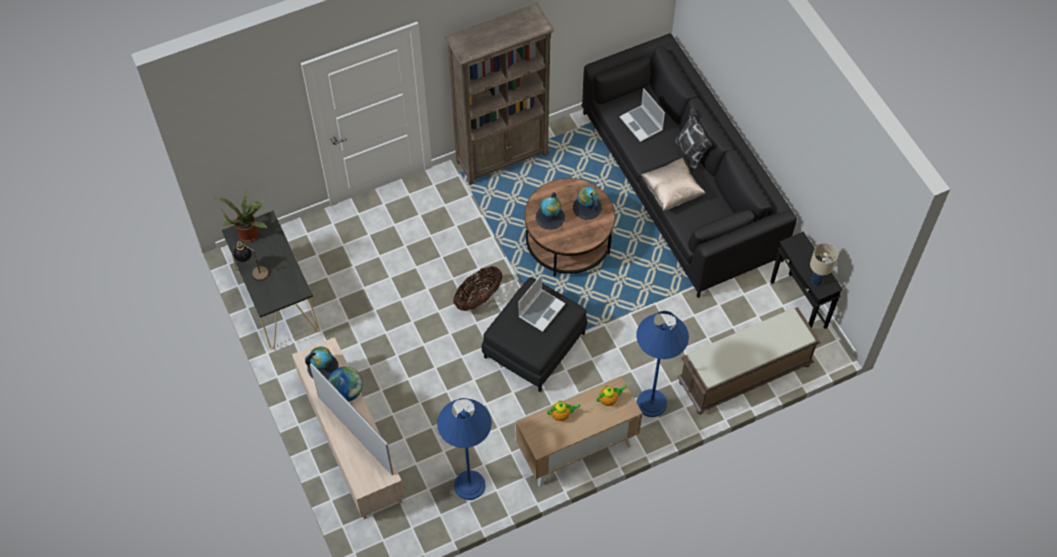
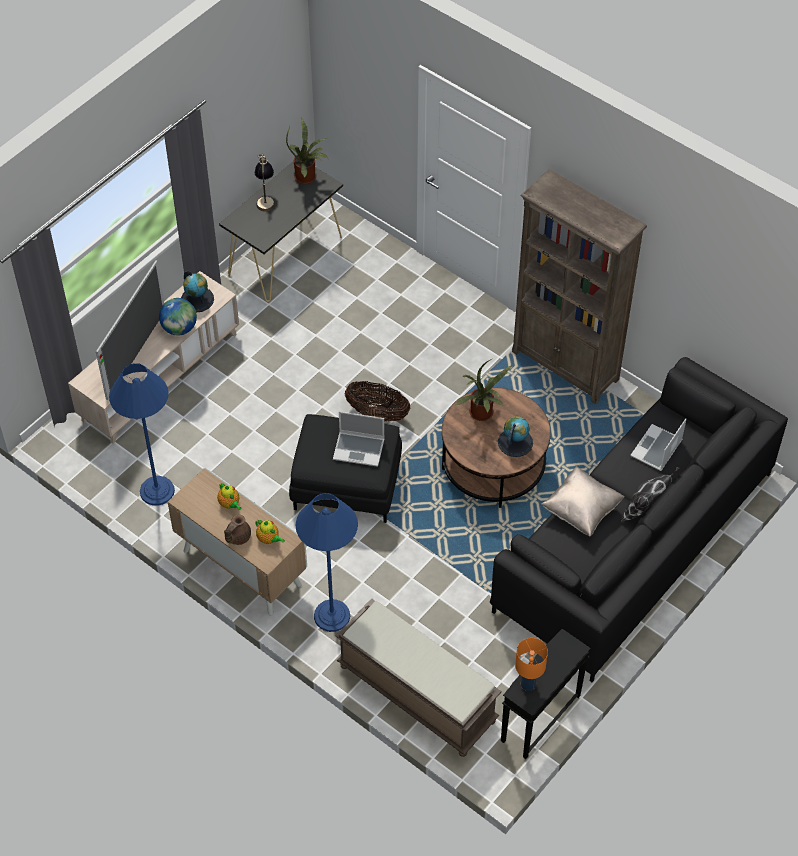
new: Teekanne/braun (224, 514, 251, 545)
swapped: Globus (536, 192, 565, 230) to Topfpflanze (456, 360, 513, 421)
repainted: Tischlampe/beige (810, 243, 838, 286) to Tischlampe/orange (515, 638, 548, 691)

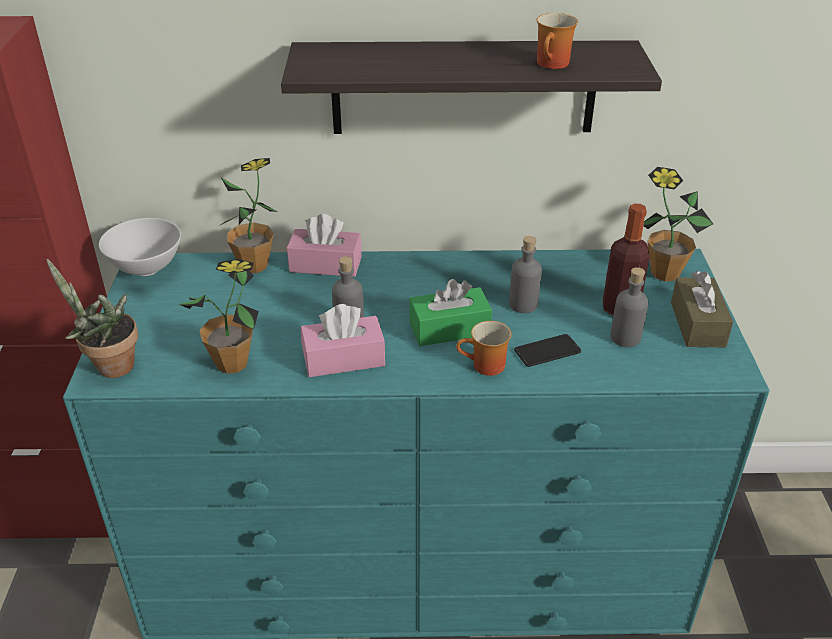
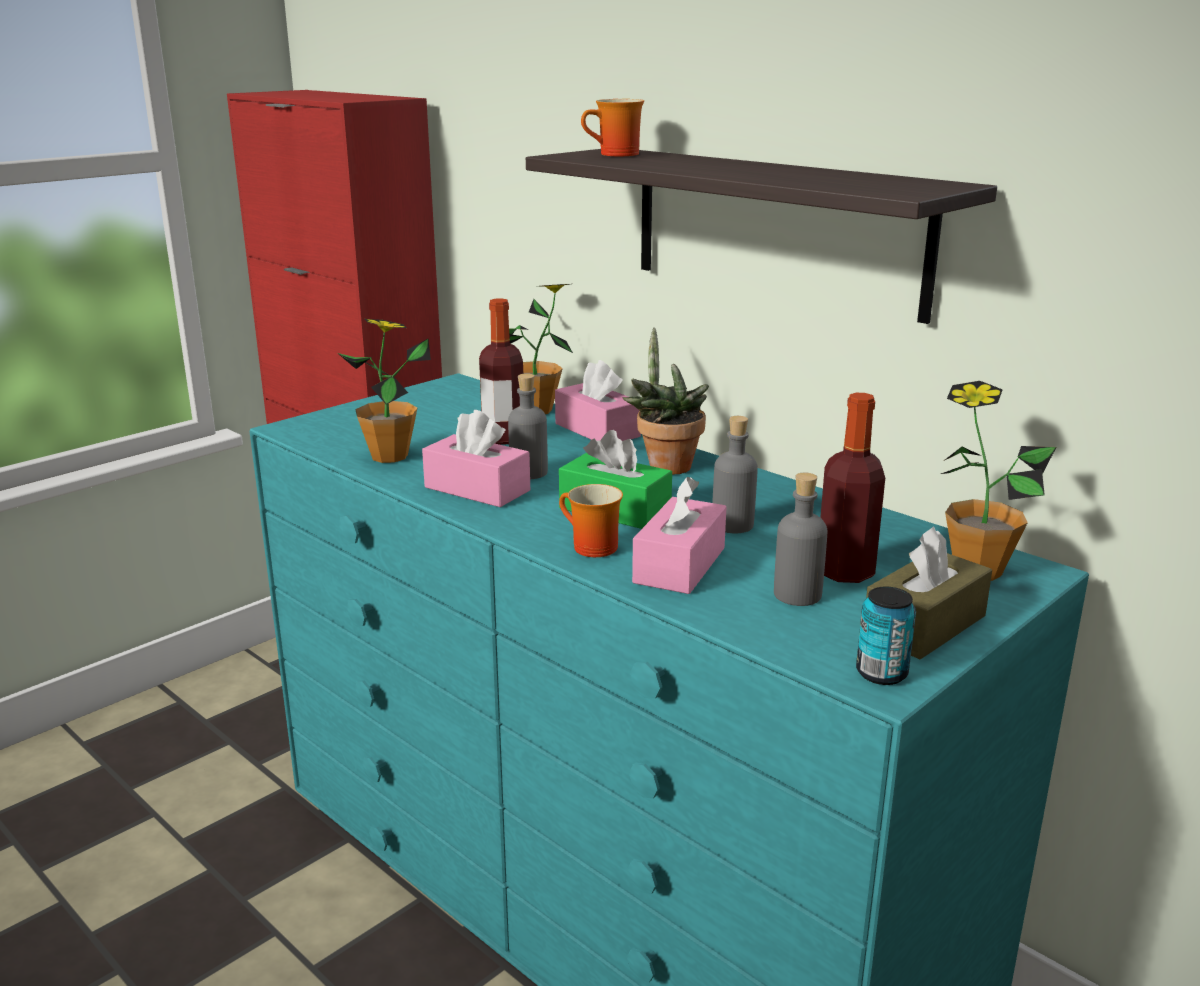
gone: Schüssel/weiß (99, 218, 181, 276)
new: Flasche (479, 298, 523, 445); Dose (856, 587, 916, 685)
shifted: Henkelbecher (537, 13, 578, 69) to (581, 99, 644, 156); Topfpflanze (46, 259, 138, 378) to (623, 327, 709, 475)
swapped: Handy (514, 334, 581, 367) to Taschentuchbox/rosa (632, 477, 726, 594)

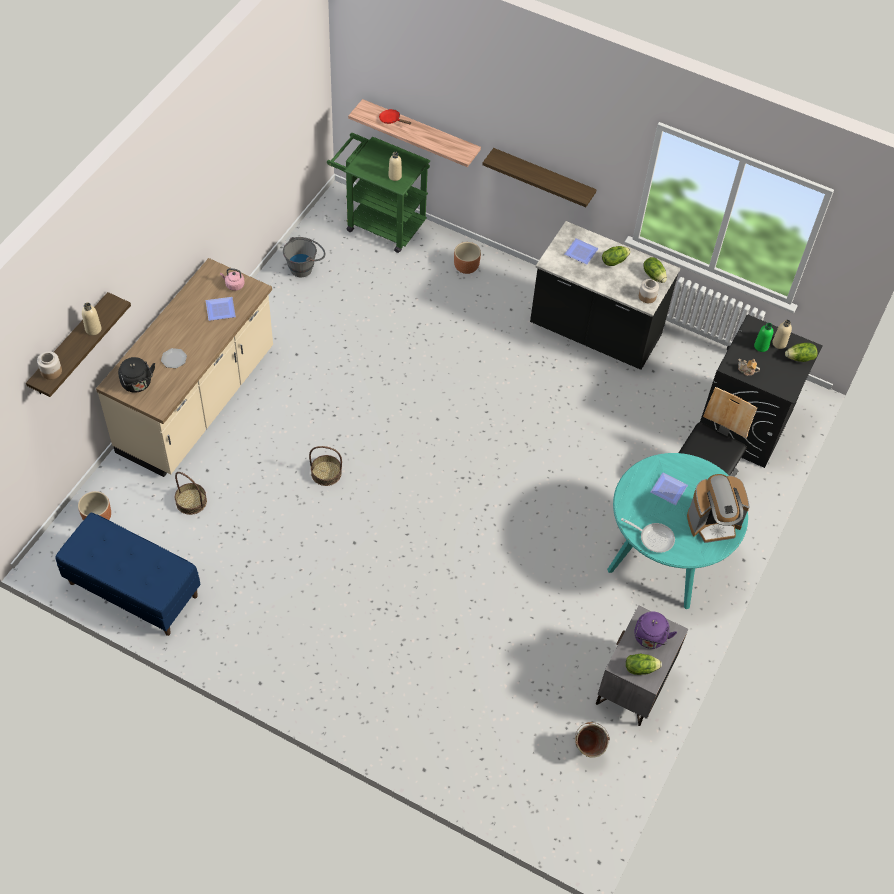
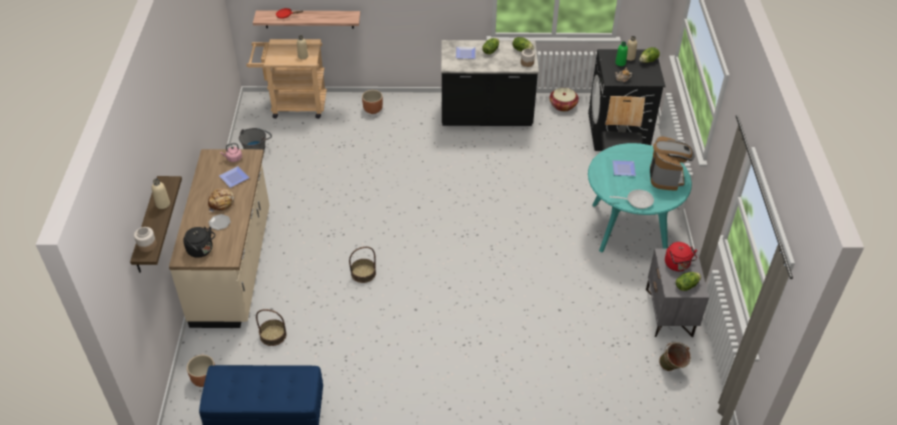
gone: Wandregal (482, 148, 597, 207)
new: Brot (208, 189, 235, 212); Korb (549, 88, 579, 111)
repainted: Rollwagen/grün (327, 133, 430, 253) to Rollwagen/beige (246, 39, 327, 119); Wasserkessel/lila (634, 611, 677, 649) to Wasserkessel/rot (665, 242, 697, 271)
rotated: Kaffeemaschine (687, 474, 750, 543) = (650, 136, 694, 191) 45 degrees counterclockwise

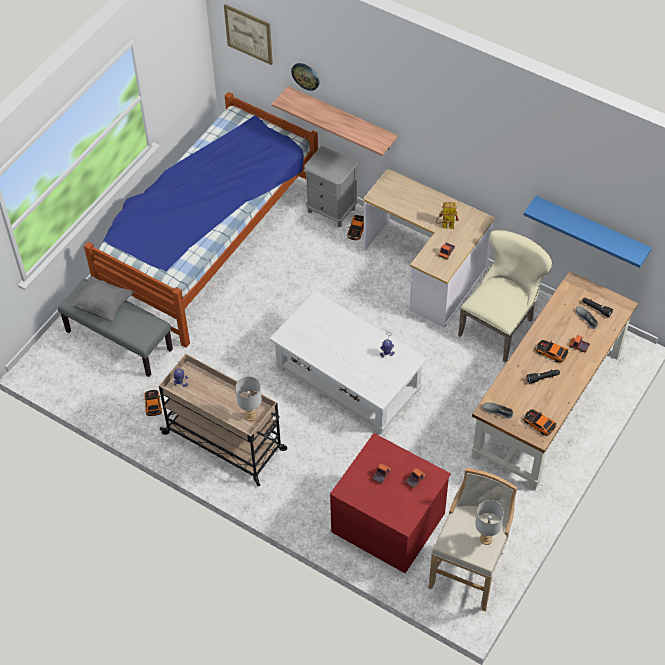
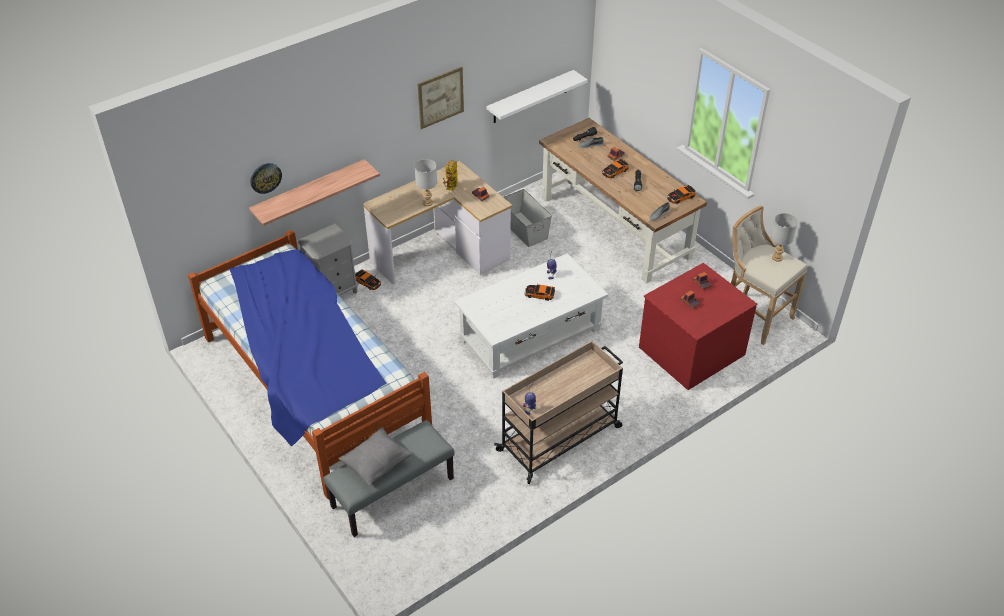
shifted: Tischlampe/grau (235, 376, 262, 421) to (415, 159, 437, 206); Bild (224, 4, 273, 65) to (418, 66, 464, 129); Spielzeugauto (144, 390, 162, 416) to (525, 284, 555, 301)
swapped: Stuhl/beige (458, 230, 553, 363) to Aufbewahrungsbox/grau (503, 189, 552, 247)
repainted: Wandregal/blau (524, 196, 652, 268) to Wandregal/weiß (487, 70, 588, 123)

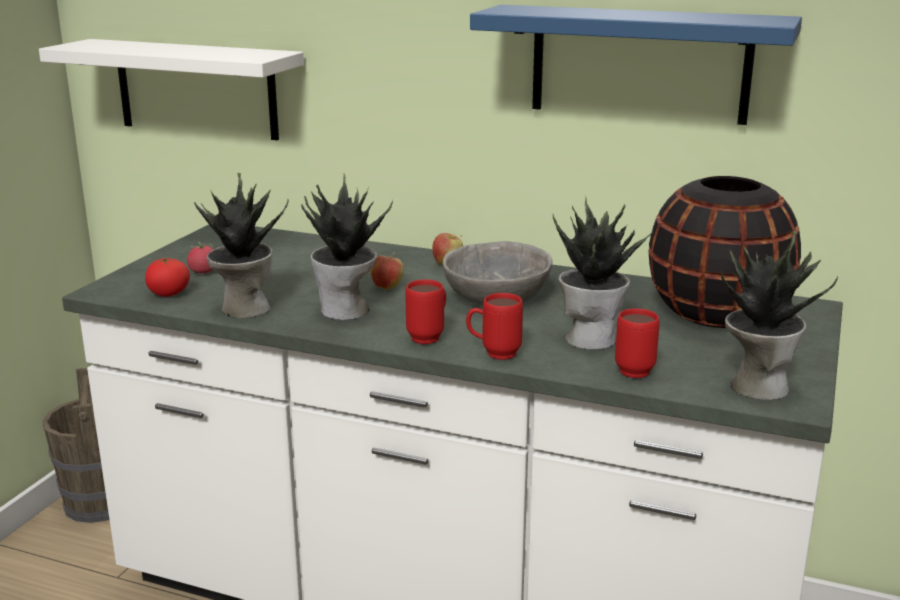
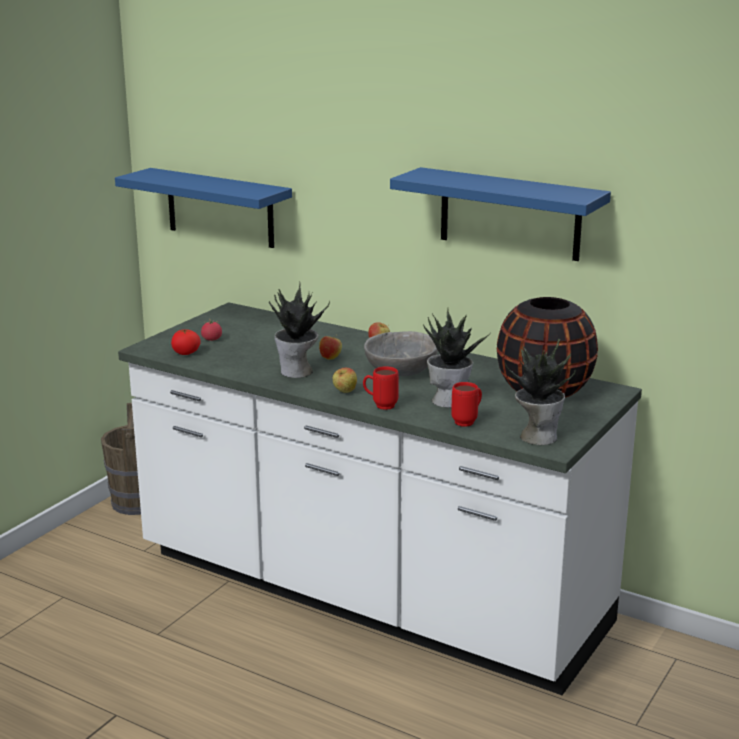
gone: Topfpflanze (194, 172, 289, 318)
swapped: Henkelbecher/rot (406, 280, 446, 344) to Apfel (333, 368, 357, 393)
repainted: Wandregal/weiß (39, 39, 304, 140) to Wandregal/blau (115, 168, 292, 248)

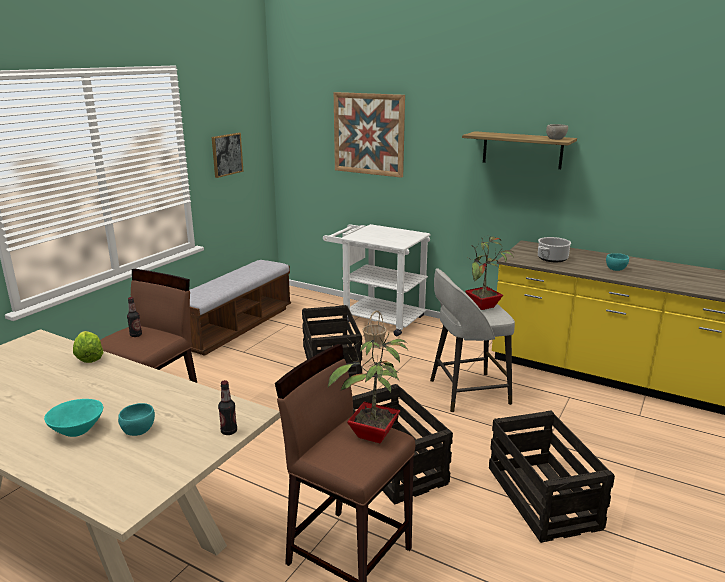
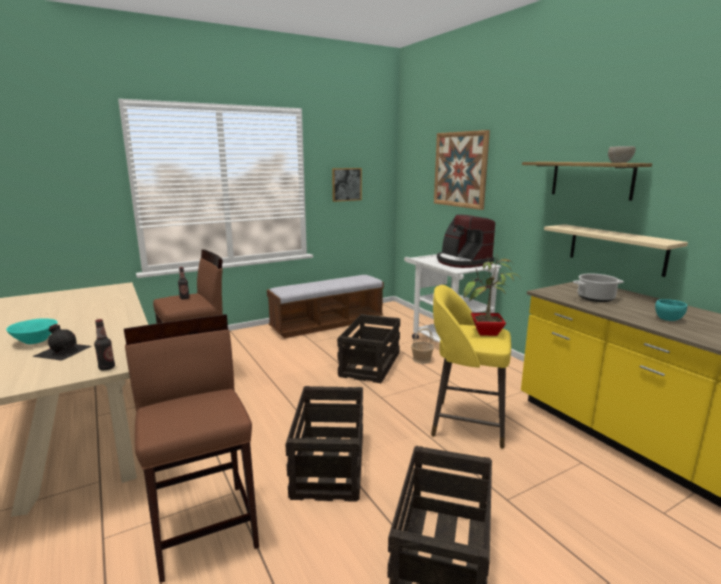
gone: Salatkopf (73, 331, 104, 363); Topfpflanze (328, 333, 408, 443)
new: Kaffeemaschine (437, 214, 495, 268); Wandregal/beige (544, 224, 688, 277)
swapped: Schüssel/türkis (118, 403, 155, 436) to Flasche/schwarz (32, 324, 92, 361)
repainted: Hocker/grau (430, 268, 515, 412) to Hocker/gelb (431, 285, 511, 449)

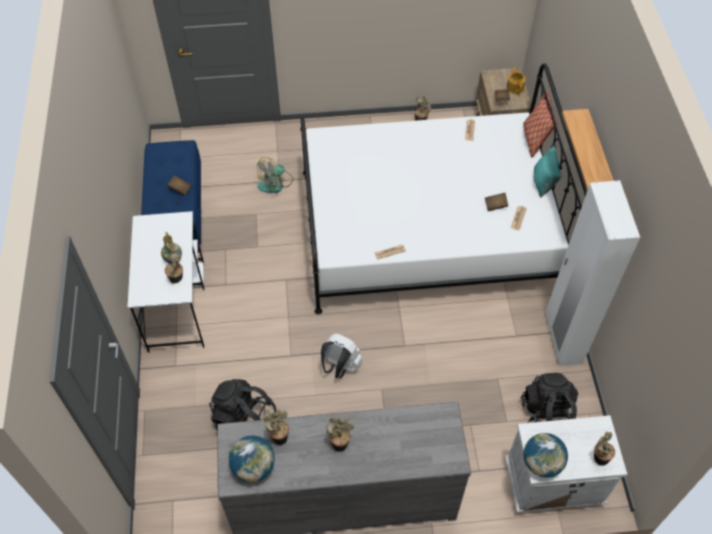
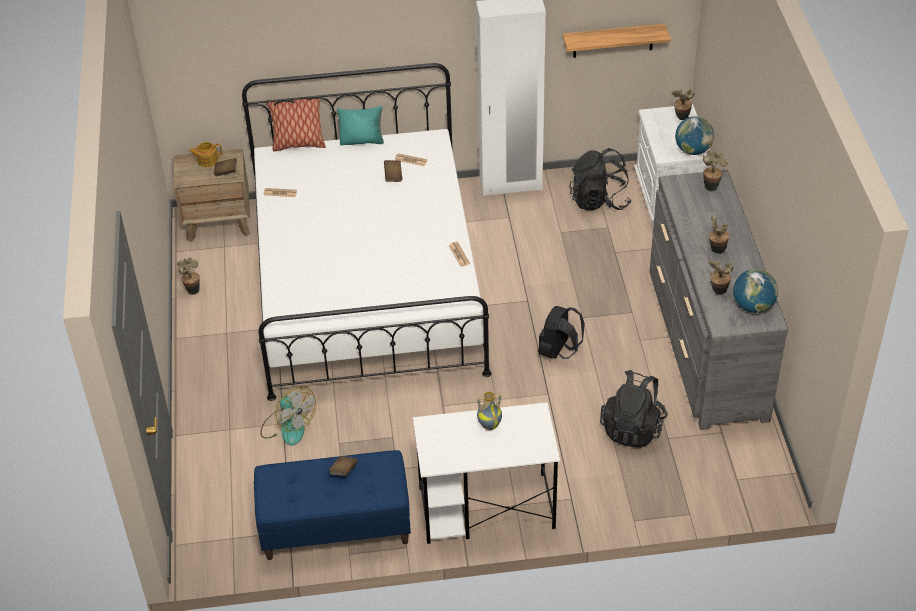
shifted: Wandregal (562, 109, 614, 190) to (563, 24, 671, 58); Topfpflanze (165, 250, 183, 283) to (703, 150, 728, 192)
repainted: Rucksack/weiß (321, 333, 362, 378) to Rucksack/schwarz (538, 306, 585, 359)

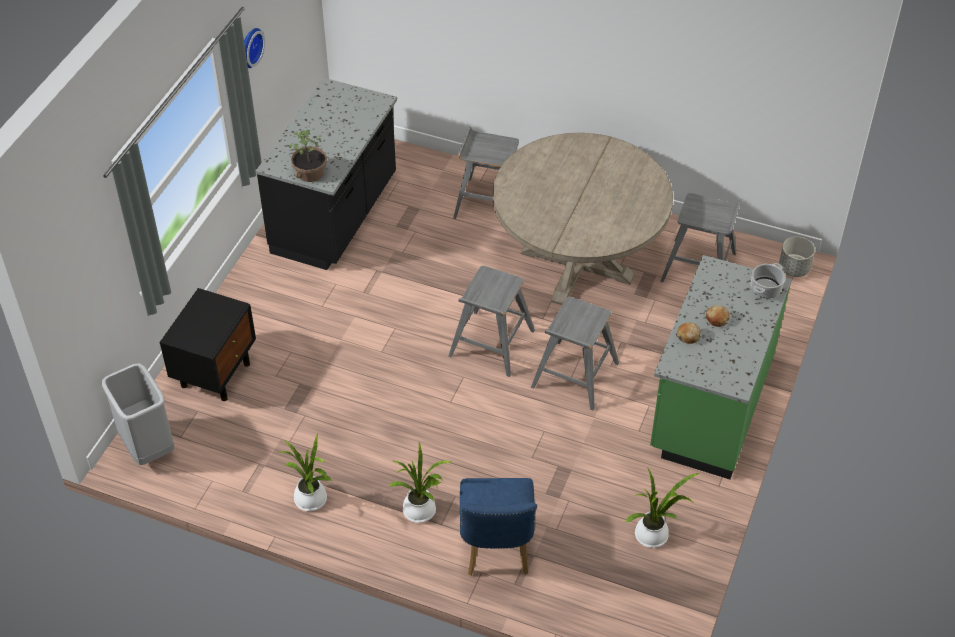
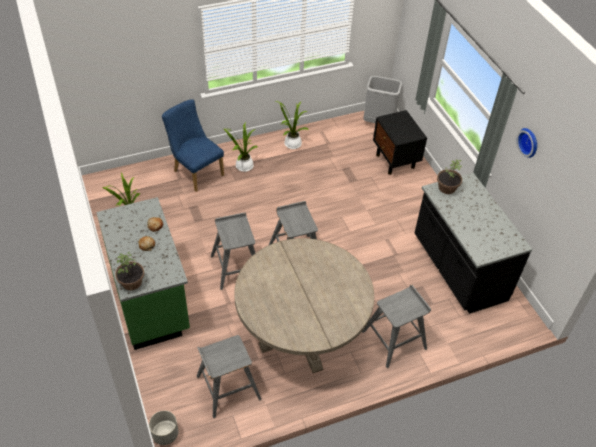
swapped: Kochtopf (751, 263, 785, 298) to Topfpflanze (115, 252, 144, 291)

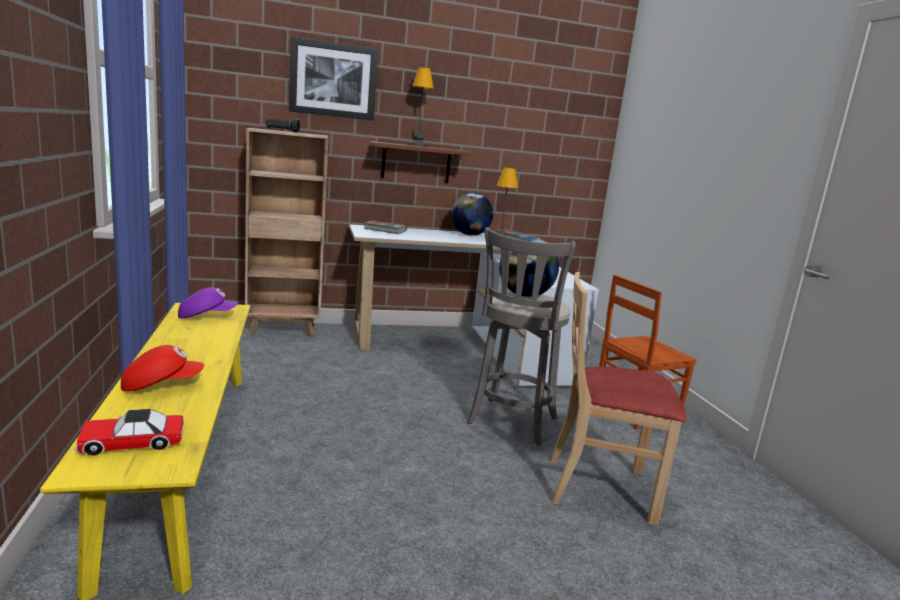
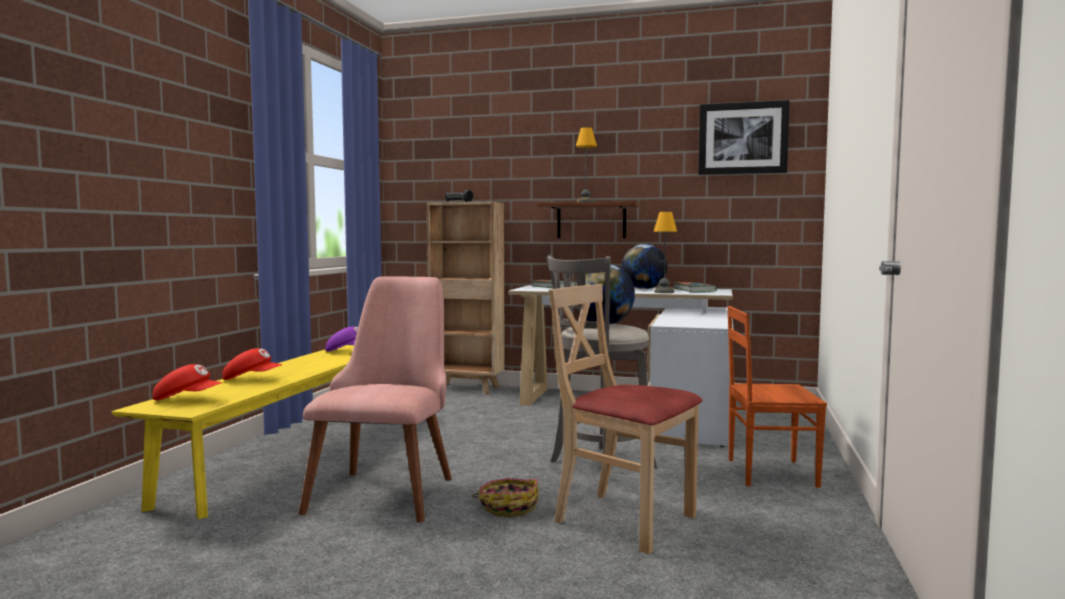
new: Stuhl/rosa (299, 276, 452, 523); Korb (472, 478, 539, 517)
shifted: Bild (289, 37, 378, 121) to (698, 100, 790, 175)
swapped: Spielzeugauto (74, 409, 184, 455) to Kappe/rot (153, 364, 222, 401)

